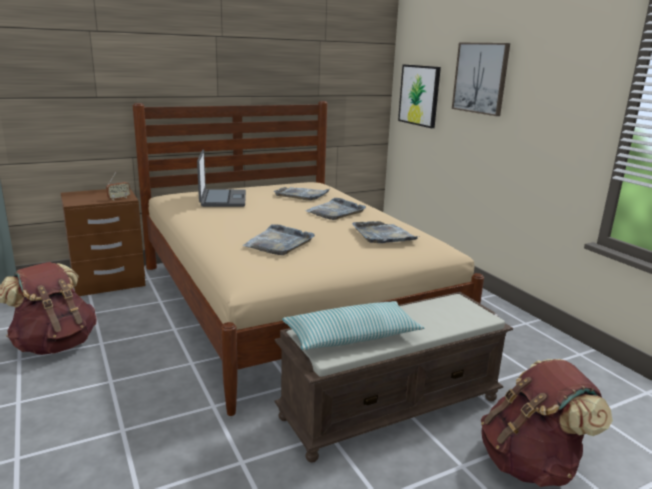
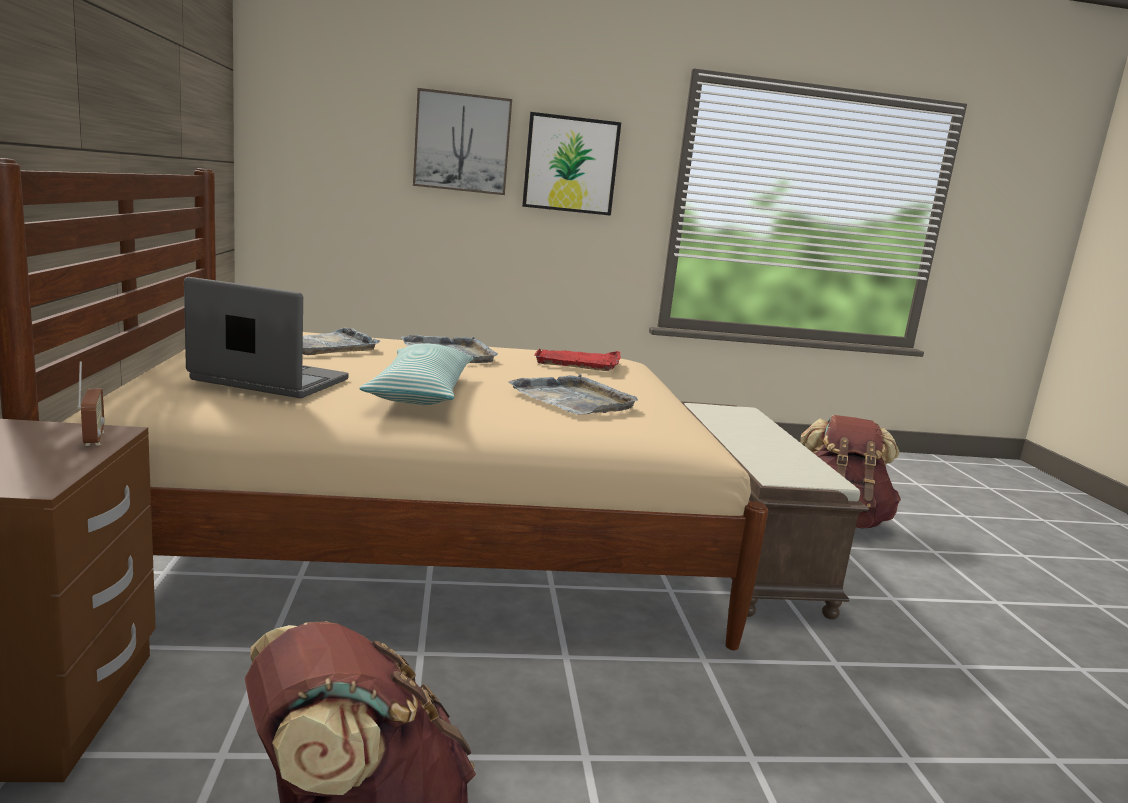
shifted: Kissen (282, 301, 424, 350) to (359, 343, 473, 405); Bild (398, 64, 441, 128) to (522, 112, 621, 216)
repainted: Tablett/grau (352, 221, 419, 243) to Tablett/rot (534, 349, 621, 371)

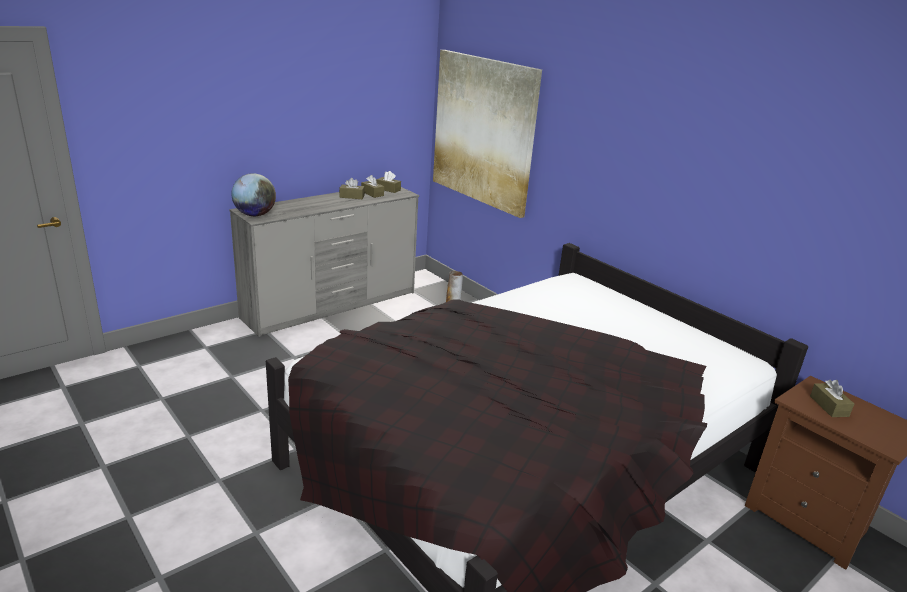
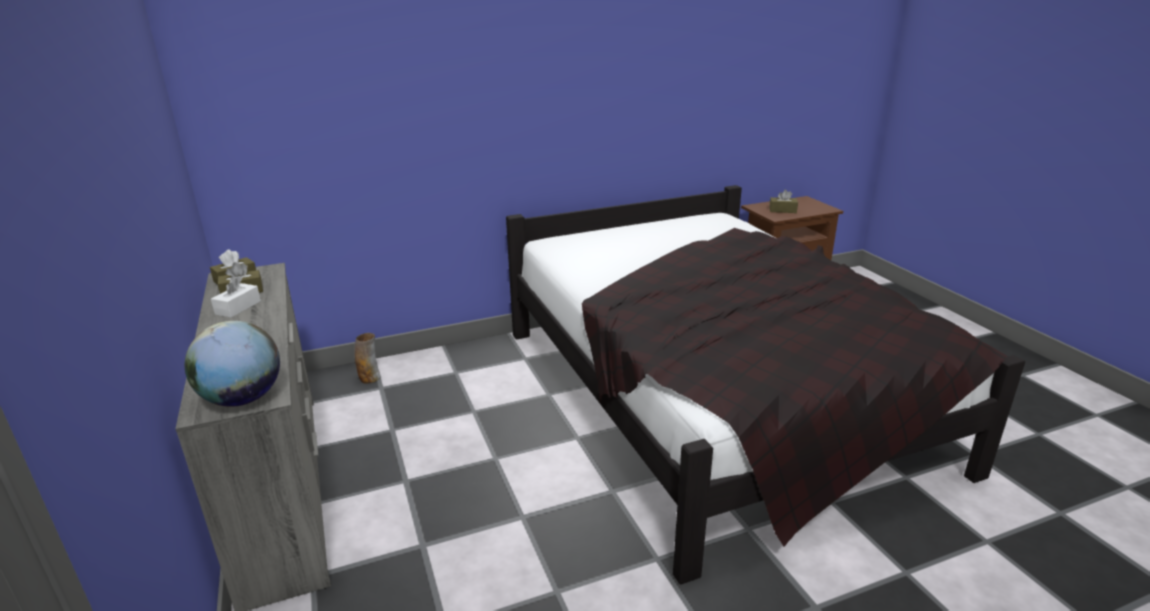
gone: Bild (433, 50, 542, 218)
repainted: Taschentuchbox/braun (339, 178, 365, 199) to Taschentuchbox/weiß (211, 276, 261, 318)

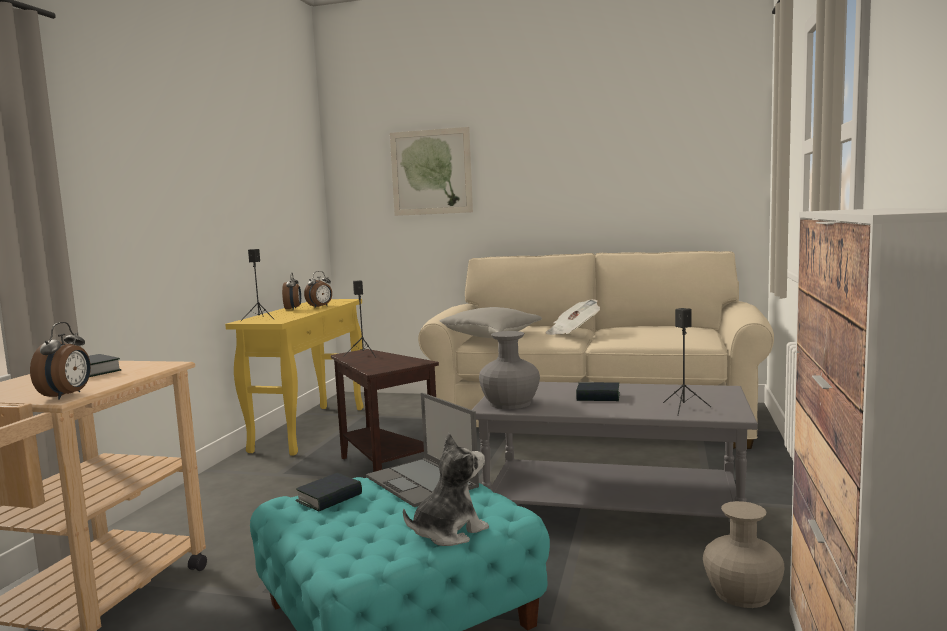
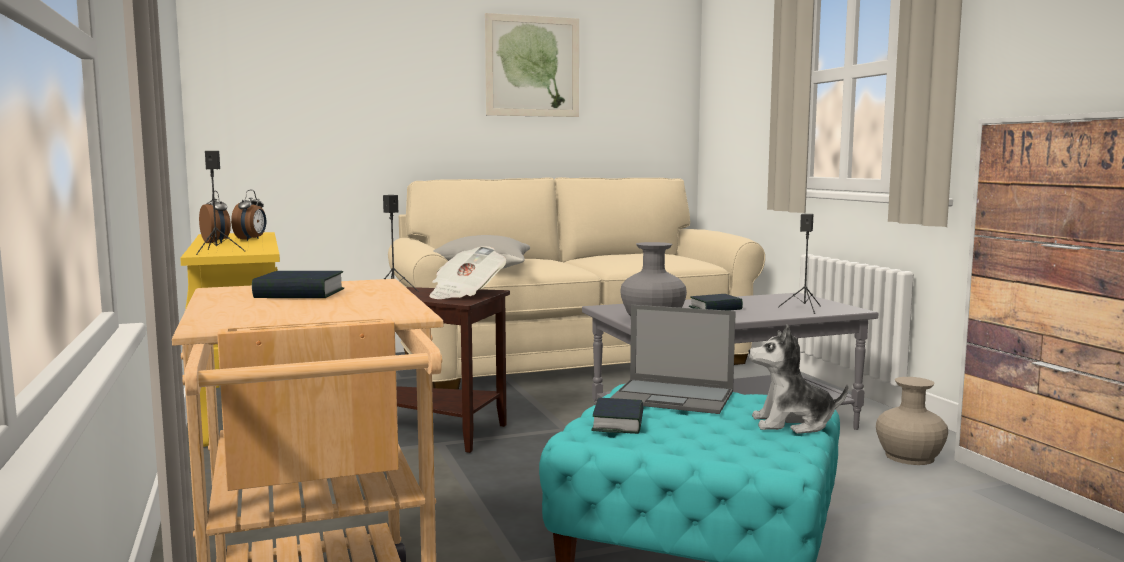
gone: Wecker (30, 322, 91, 400)
shifted: Zeitung (546, 299, 600, 335) to (429, 246, 506, 299); Bild (390, 127, 473, 216) to (485, 13, 579, 117)
rotated: Plüschtier (403, 433, 489, 546) = (749, 324, 848, 434) 105 degrees counterclockwise

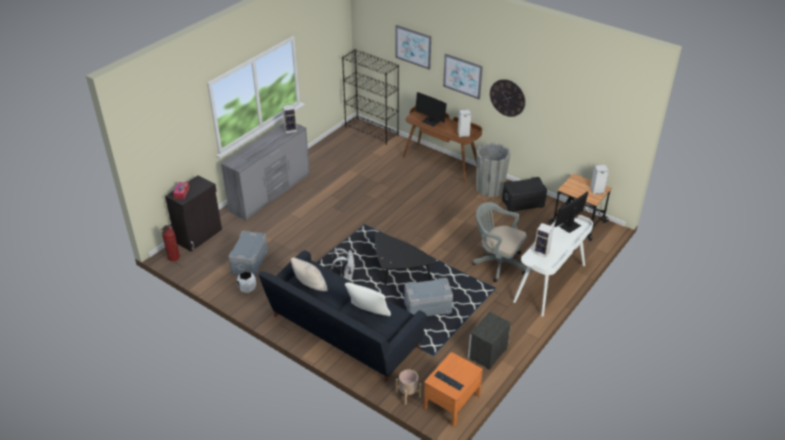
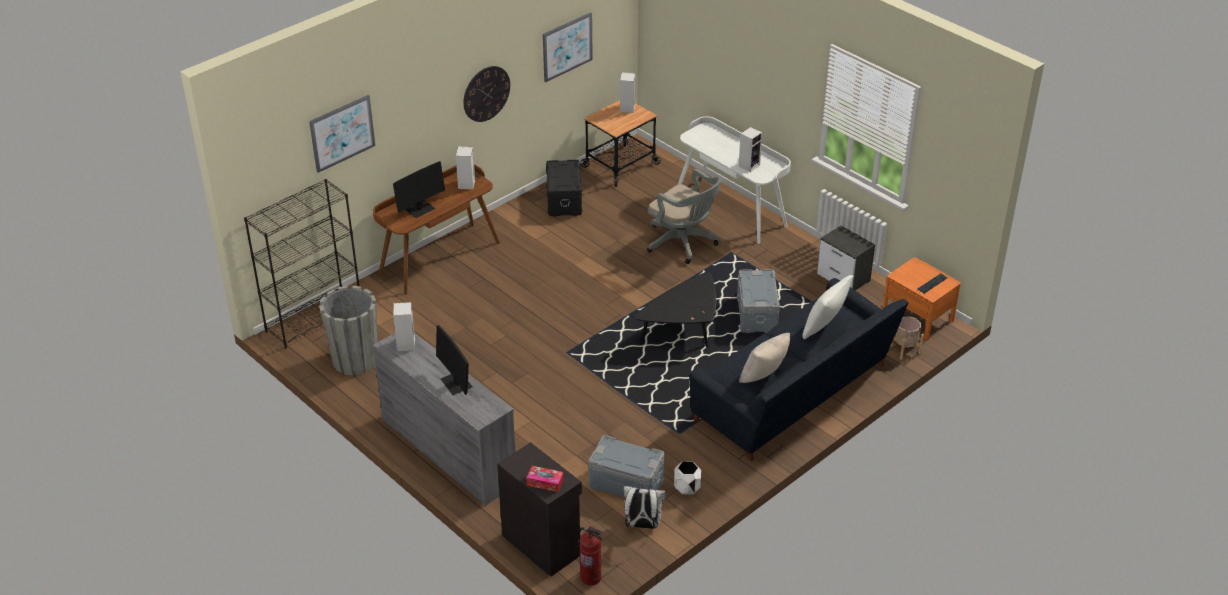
shifted: Pflanzkübel/grau (476, 143, 511, 197) to (319, 286, 378, 375); Monitor (554, 191, 588, 233) to (436, 325, 472, 395); Bild (443, 54, 483, 99) to (543, 12, 593, 82); Rucksack/weiß (331, 248, 355, 281) to (623, 486, 665, 529)
rotated: Bürostuhl/grau (472, 202, 527, 282) = (647, 169, 721, 264) 90 degrees counterclockwise

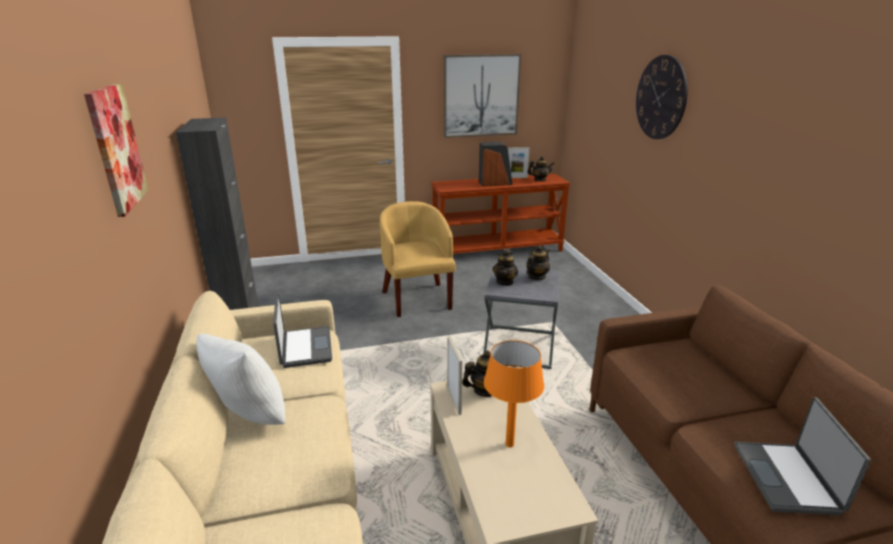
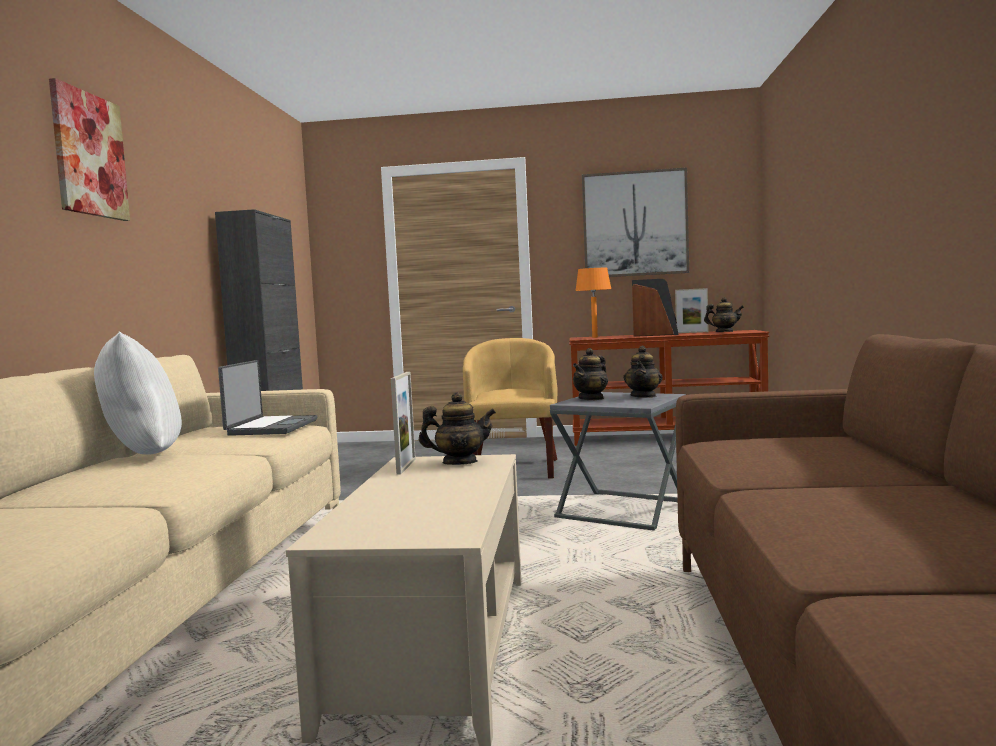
gone: Wanduhr (636, 55, 688, 139); Laptop (734, 397, 871, 515)
shifted: Tischlampe/orange (484, 340, 544, 447) to (575, 268, 611, 338)
rotated: Teekanne (526, 246, 550, 280) = (623, 346, 663, 398) 135 degrees clockwise

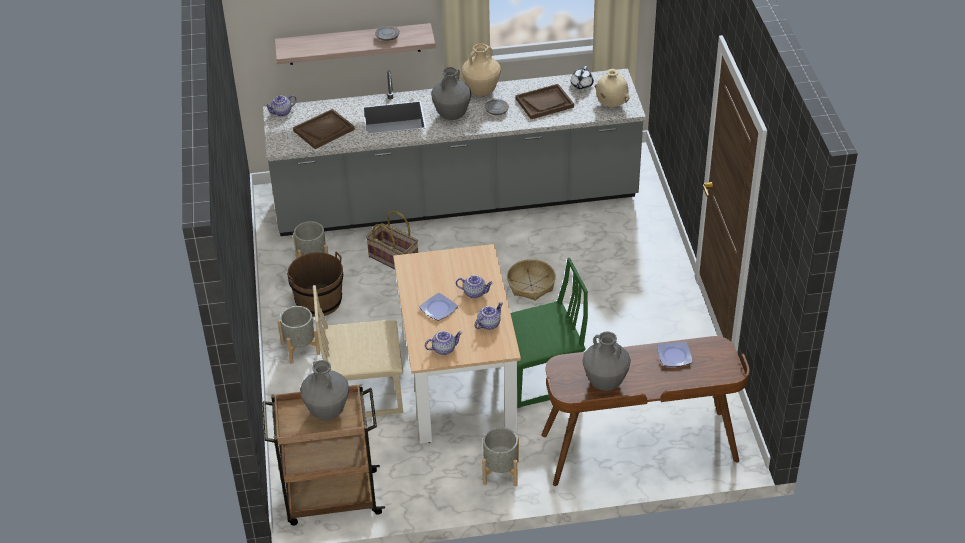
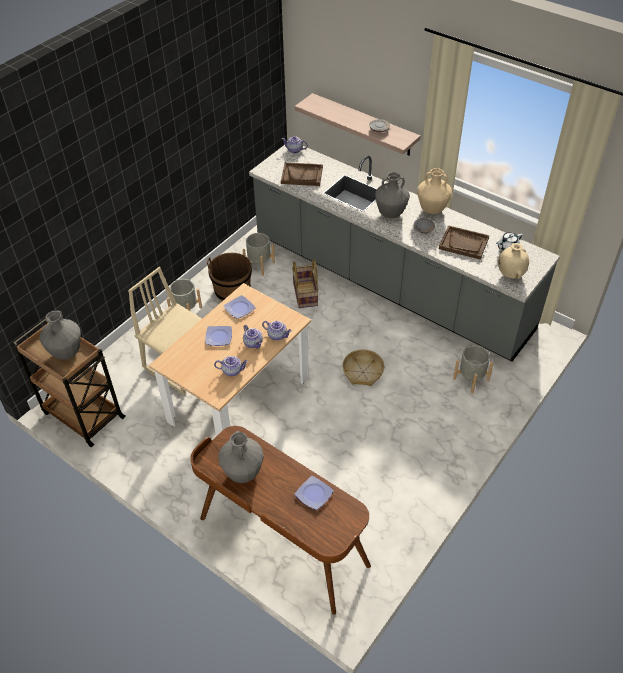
gone: Stuhl/grün (511, 258, 588, 408)
new: Teller (224, 295, 256, 319)
shifted: Teekanne (425, 331, 462, 355) to (262, 321, 292, 340); Pflanzkübel/grau (482, 427, 519, 486) to (453, 345, 494, 394)

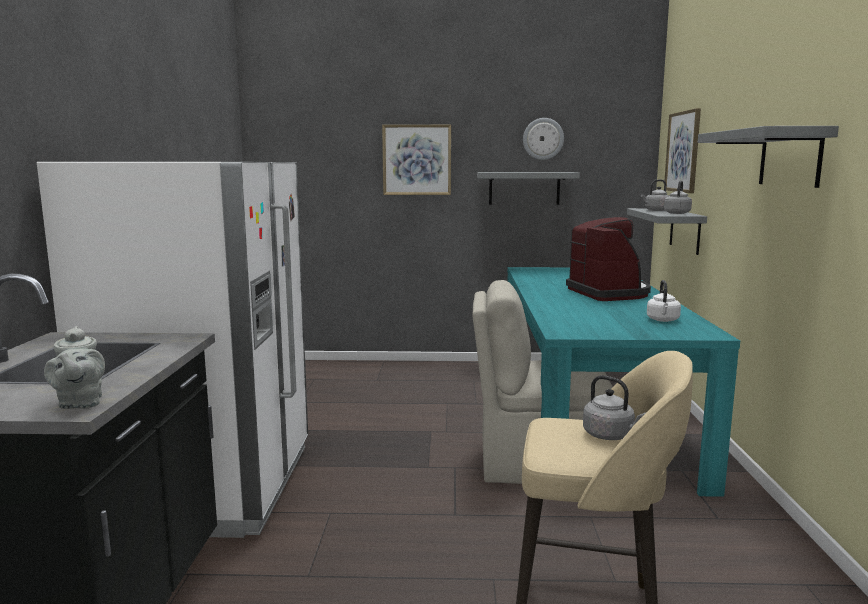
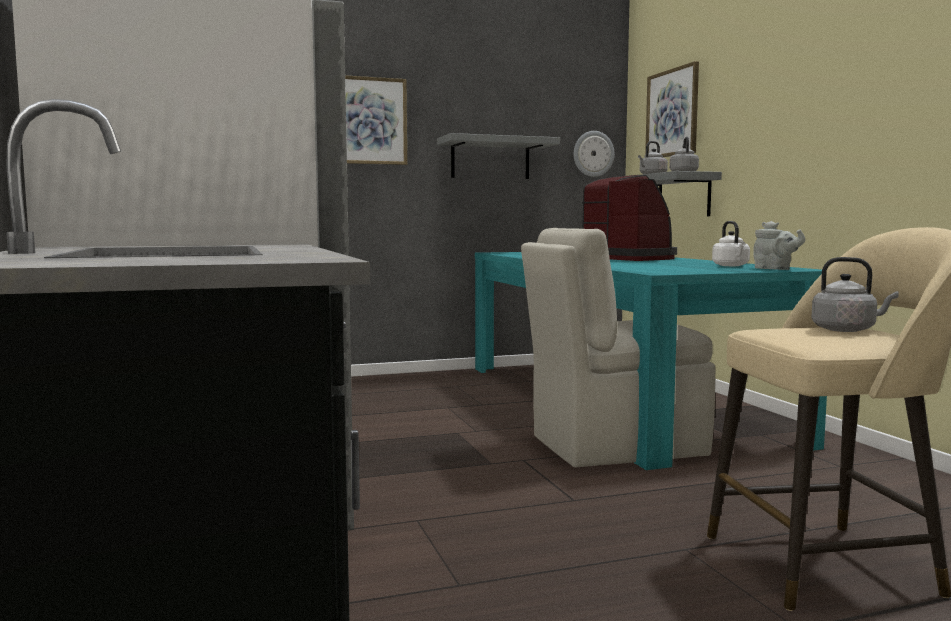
gone: Wandregal/grau (698, 126, 839, 188)
shifted: Wanduhr (523, 118, 564, 160) to (574, 131, 614, 177); Teekanne/grau (44, 326, 105, 409) to (753, 221, 806, 270)

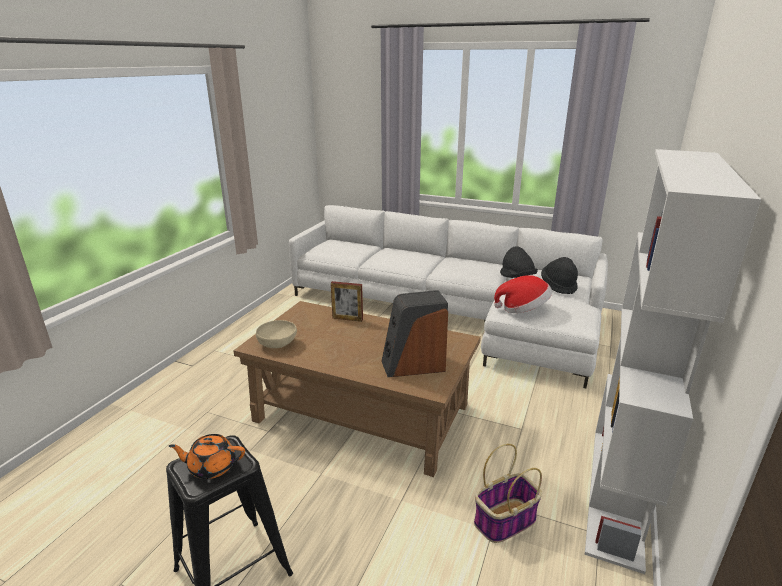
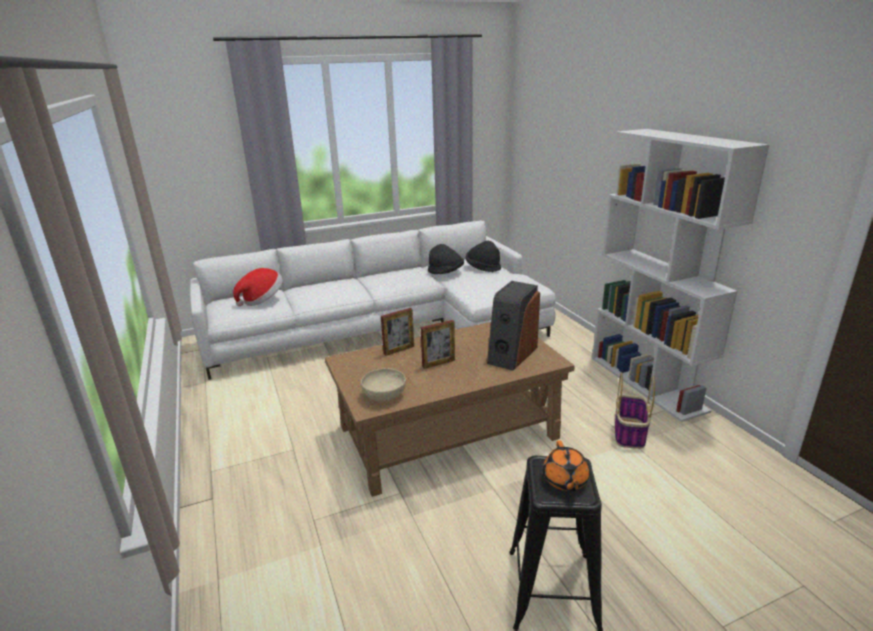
new: Bilderrahmen (421, 320, 455, 369)
shifted: Hut (494, 275, 552, 313) to (233, 268, 283, 306)
rotated: Teekanne/orange (169, 434, 245, 479) = (543, 440, 589, 491) 45 degrees counterclockwise

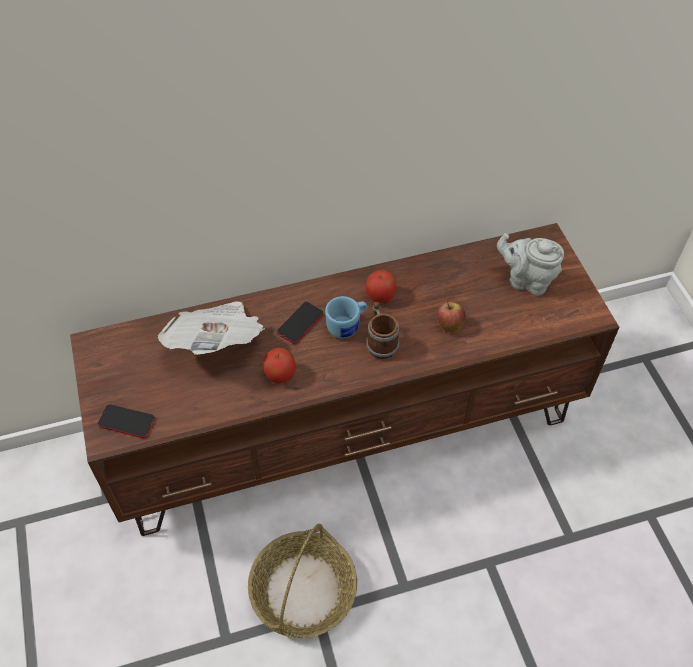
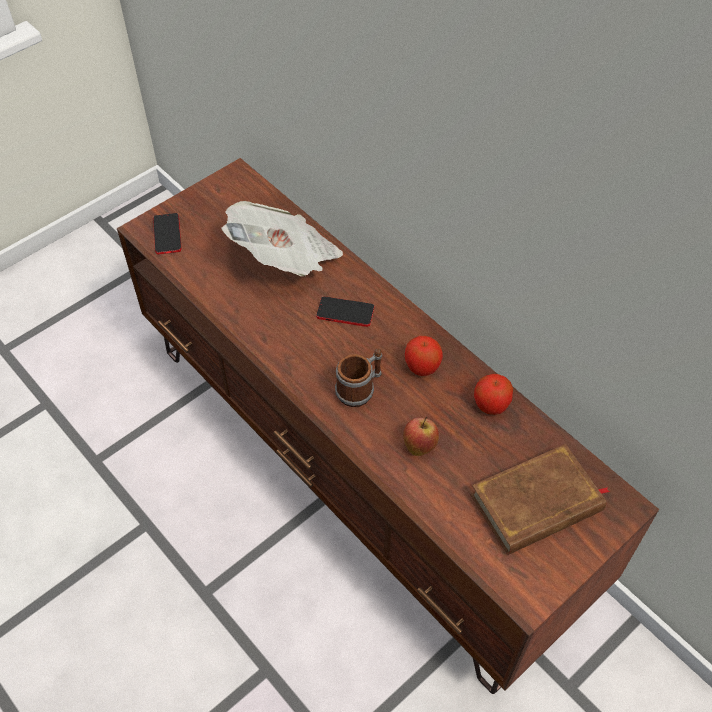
gone: Korb (248, 524, 357, 638); Henkelbecher/blau (325, 296, 368, 339)
shifted: Apfel (263, 348, 296, 383) to (474, 374, 513, 415)
swapped: Teekanne/grau (497, 233, 564, 296) to Buch/braun (470, 444, 610, 555)

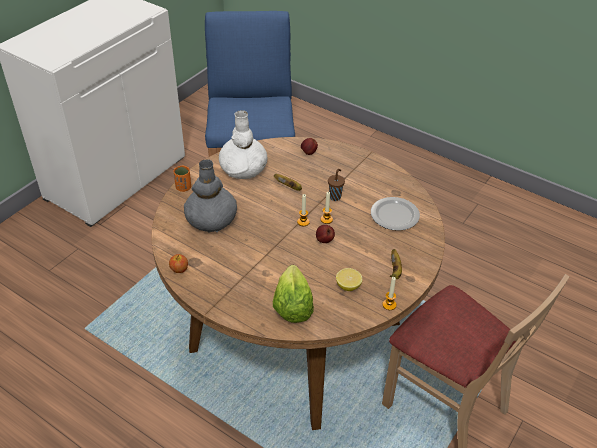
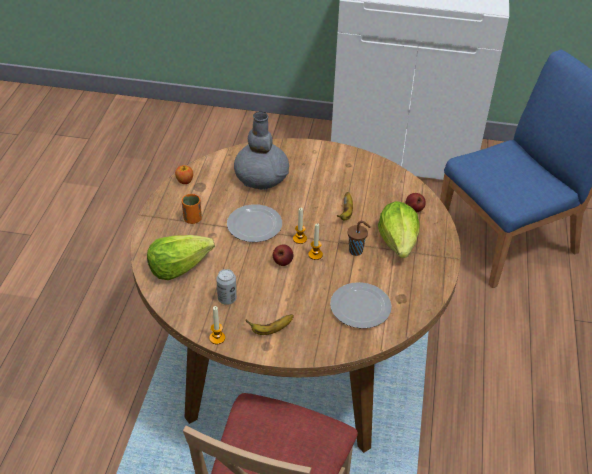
gone: Vase/weiß (219, 110, 267, 179)
new: Teller (227, 204, 282, 242); Salatkopf (378, 201, 419, 258)
shifted: Tasse/orange (174, 165, 191, 192) to (182, 194, 202, 224)
swapped: Zitrone (336, 268, 362, 291) to Dose (216, 269, 237, 305)

